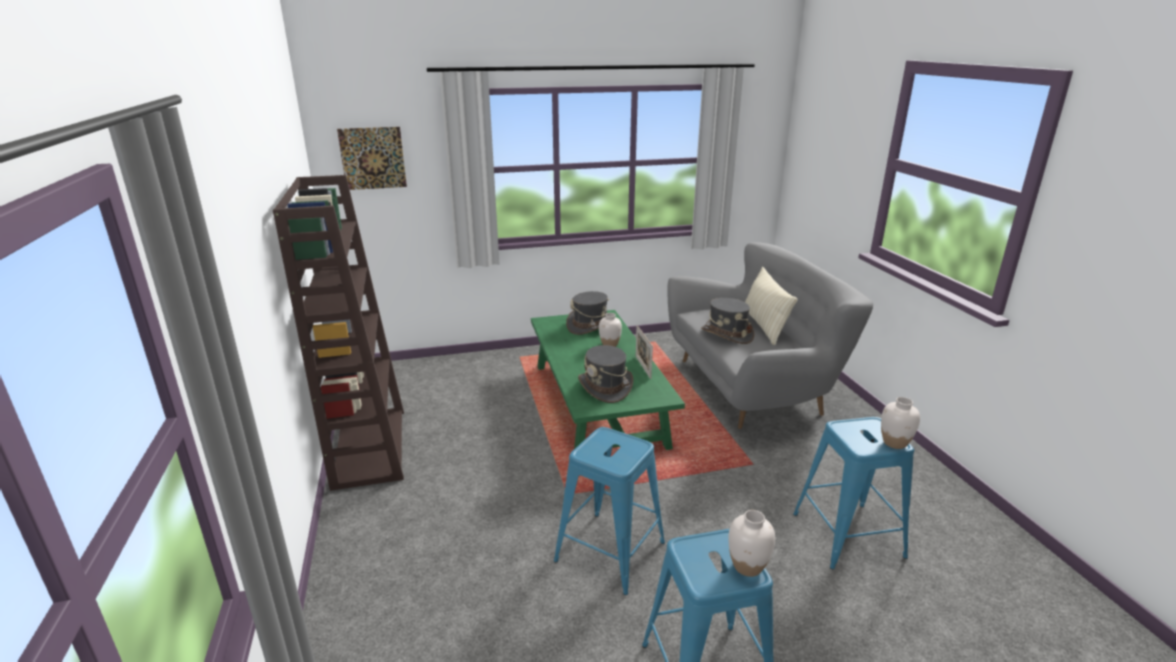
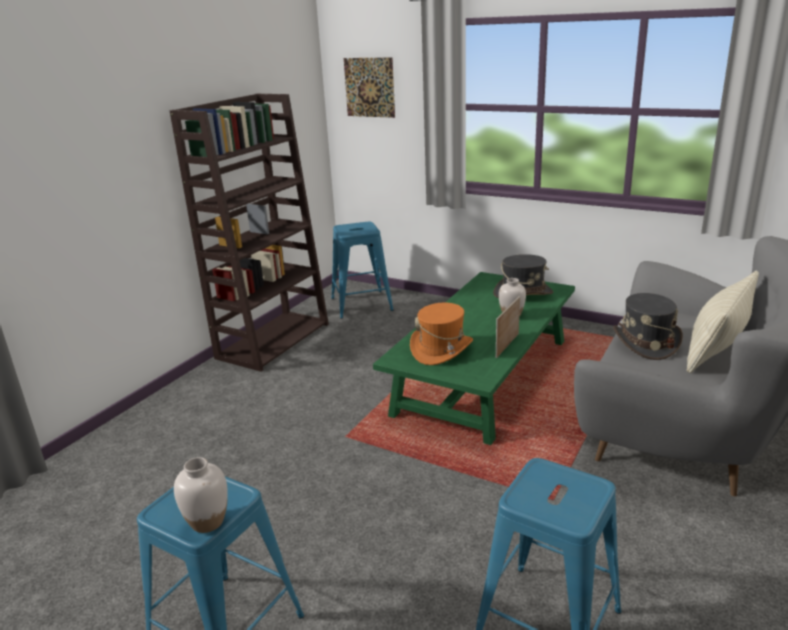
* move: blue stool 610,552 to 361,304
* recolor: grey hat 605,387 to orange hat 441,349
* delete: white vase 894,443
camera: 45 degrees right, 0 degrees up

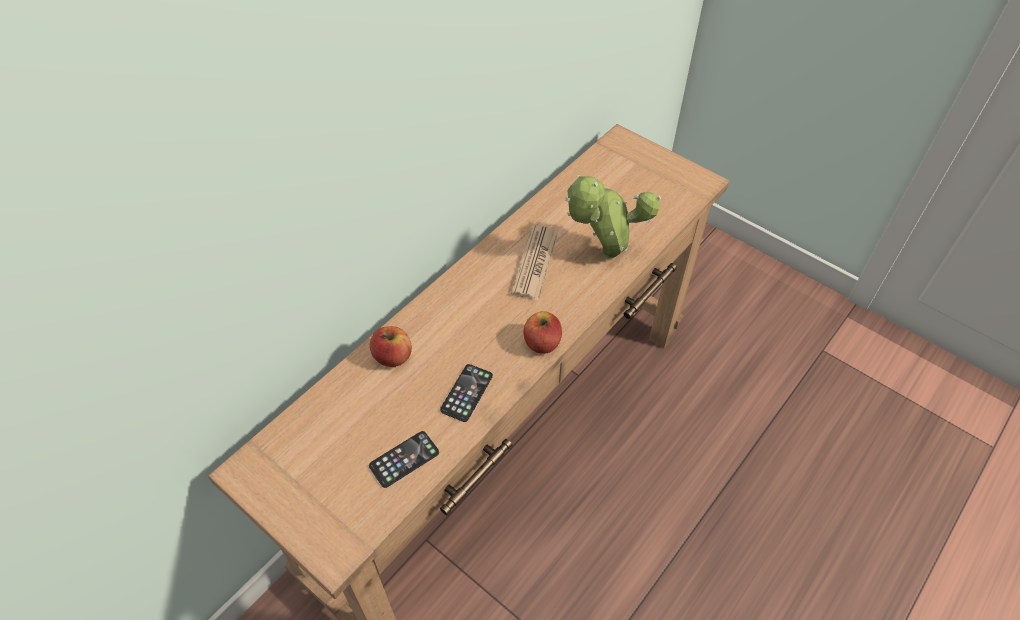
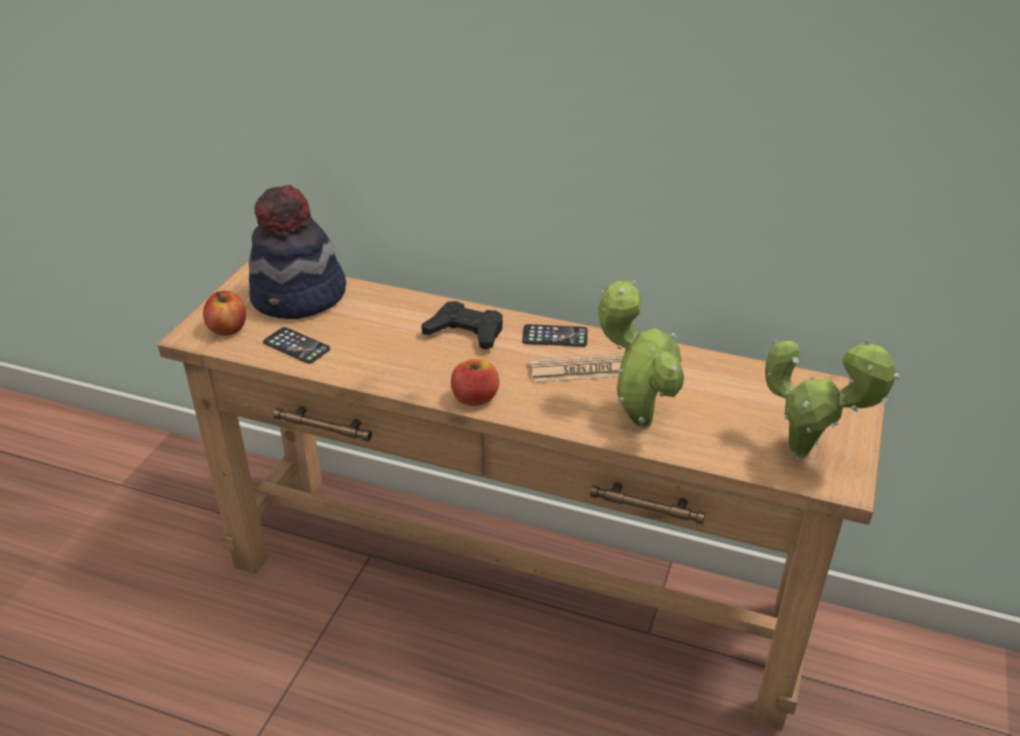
* move: apple 393,356 to 228,329
* move: phone 466,393 to 555,336
* insert: hat 299,298
* insert: black game controller 465,332
* insert: potted plant 805,455
camera: 70 degrees right, 15 degrees down

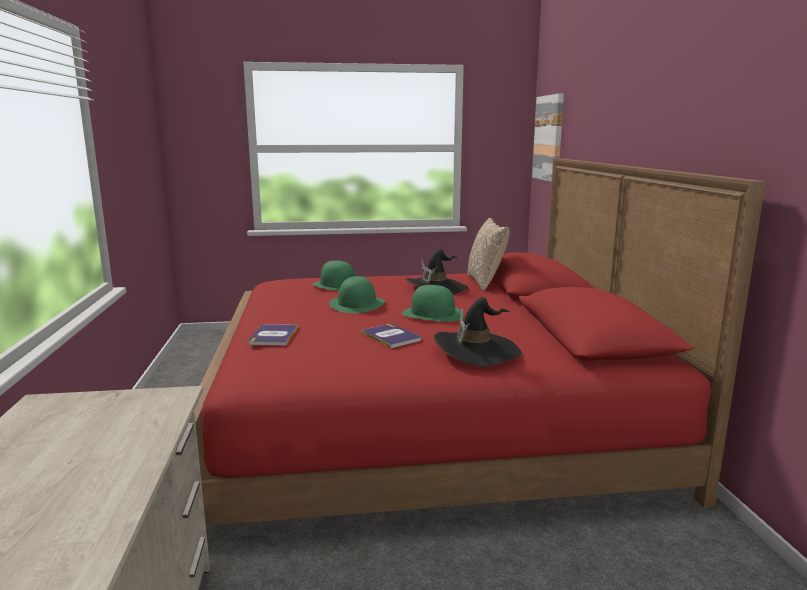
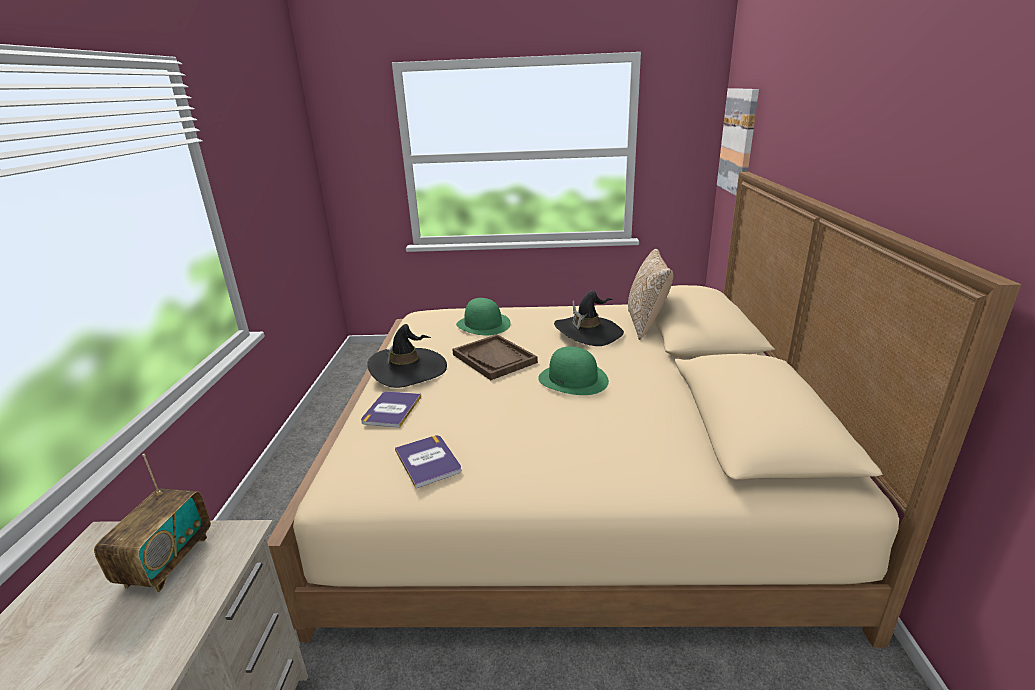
* recolor: red bed 427,416 to beige bed 571,475
* replace: green hat 357,304 to brown tray 494,358
* move: book 391,336 to 428,461
* move: black hat 477,351 to 408,369
* insert: radio 167,561
camera: 10 degrees right, 10 degrees up

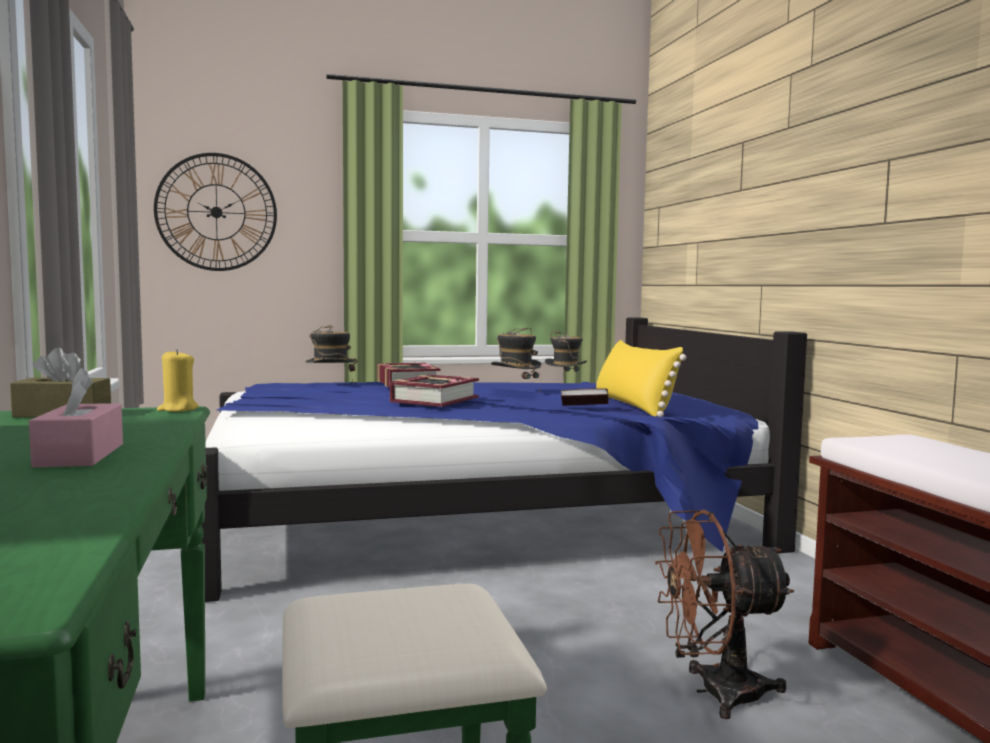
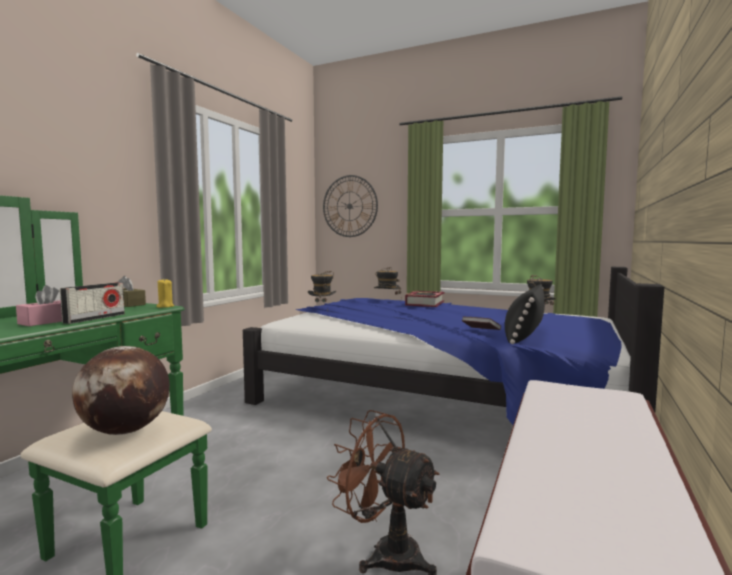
* delete: book 434,400
* move: hat 515,391 to 322,309
* recolor: yellow pillow 633,406 to black pillow 524,334
* insert: radio 95,318
* insert: globe 126,431
camera: 40 degrees right, 0 degrees up

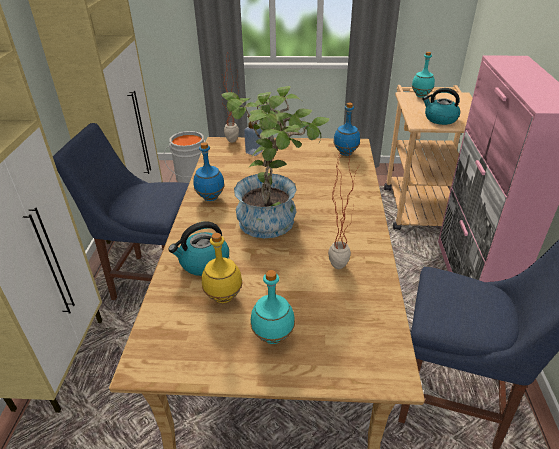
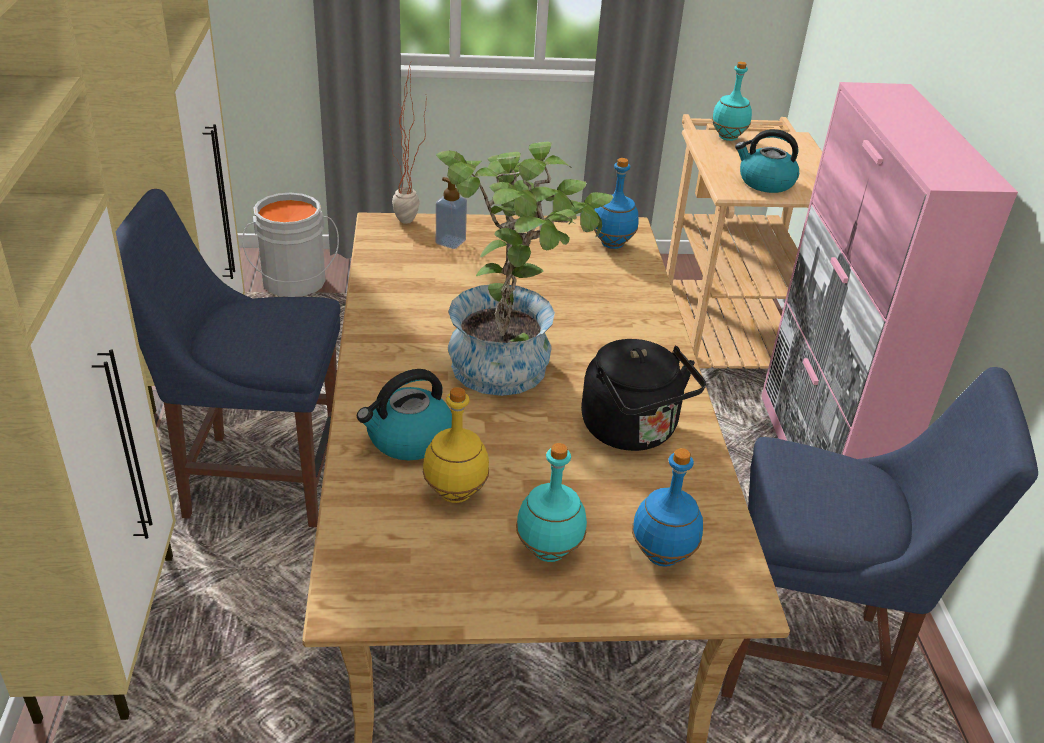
* move: blue bottle 210,197 to 661,555
* replace: potted plant 339,262 to black kettle 633,431
camera: 10 degrees left, 0 degrees up

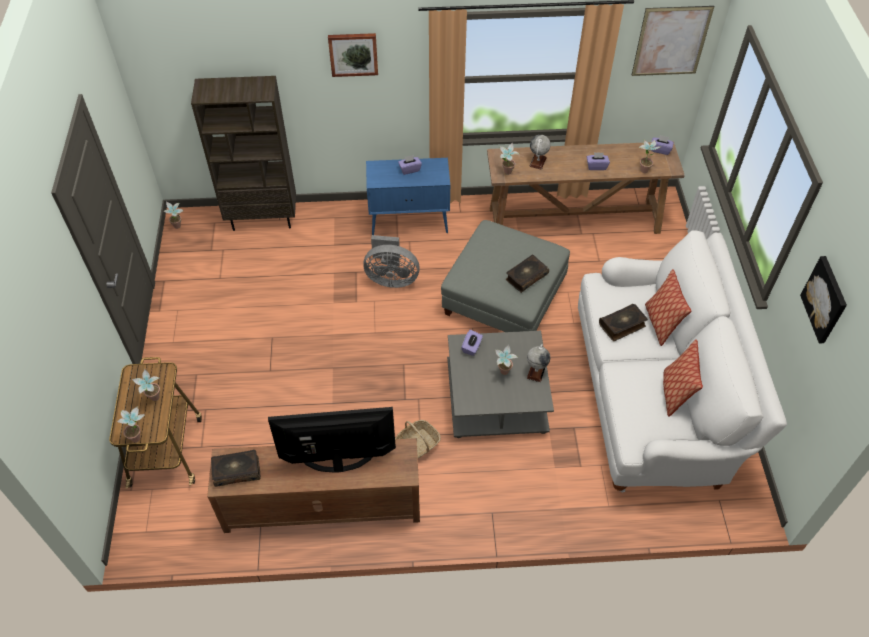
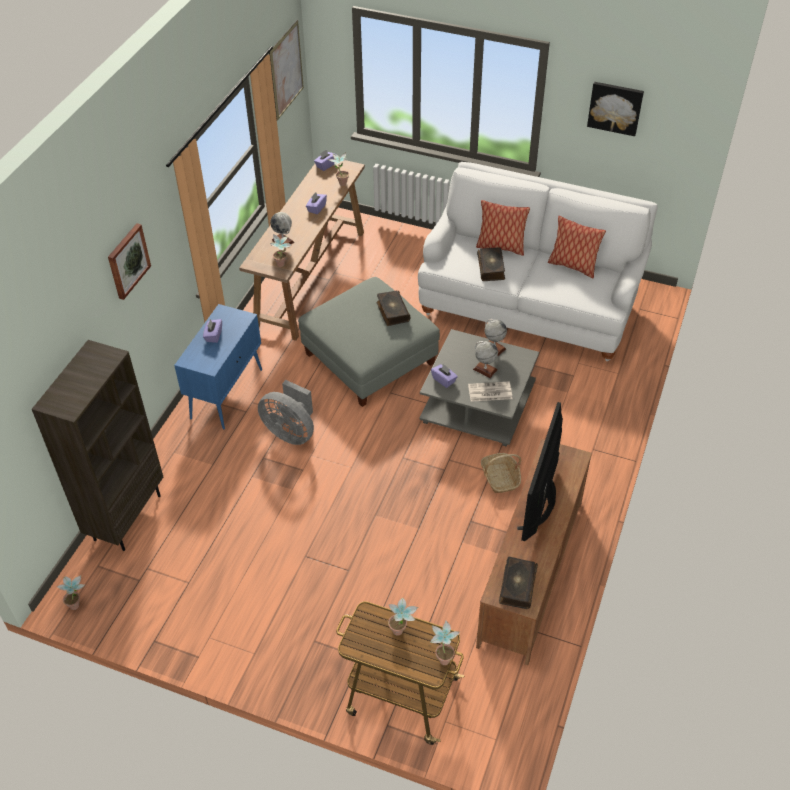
* rotate: grey fan 391,278 = 291,432 90 degrees clockwise
* replace: potted plant 503,374 to globe 485,369
* insert: newspaper 489,392
camera: 65 degrees left, 5 degrees down

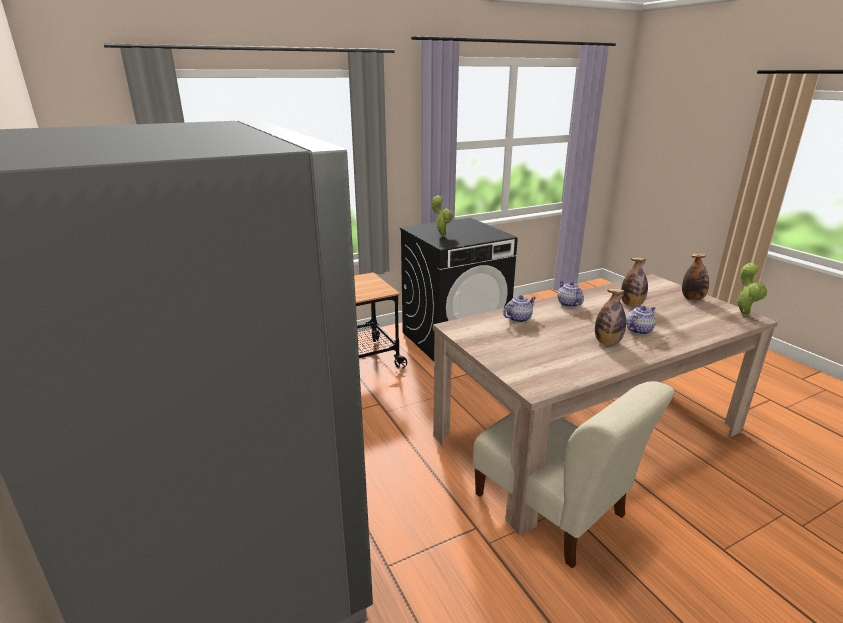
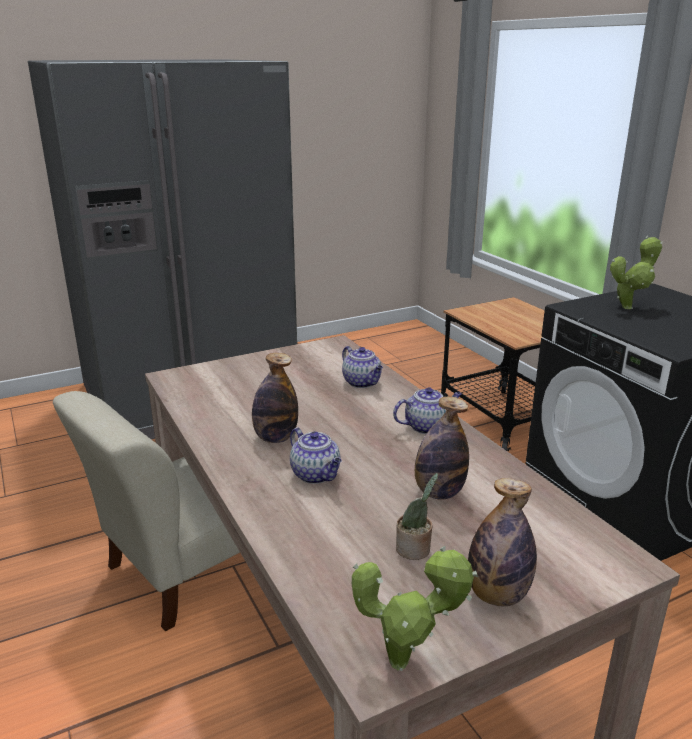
* insert: potted plant 415,550
camera: 90 degrees right, 0 degrees up

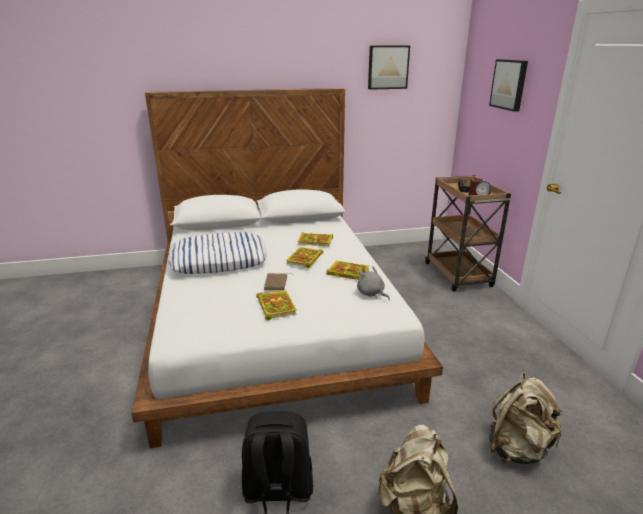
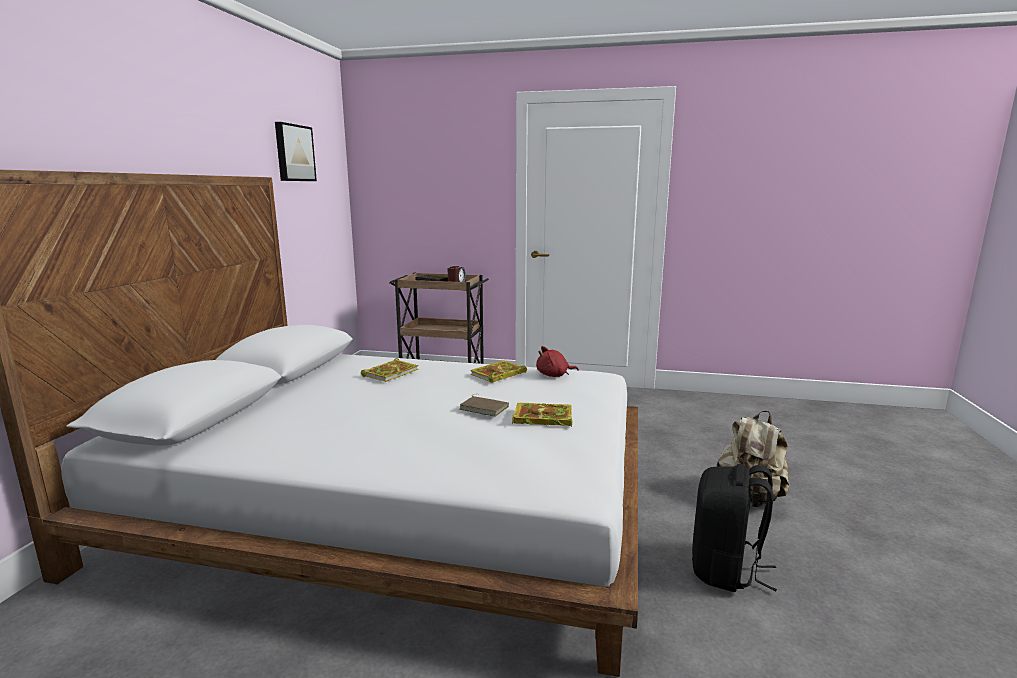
* delete: pillow 219,260
* delete: book 304,260
* recolor: grey plush toy 371,294 to red plush toy 554,375
* delete: picture 509,84
* delete: beige backpack 517,448
camera: 65 degrees left, 10 degrees down

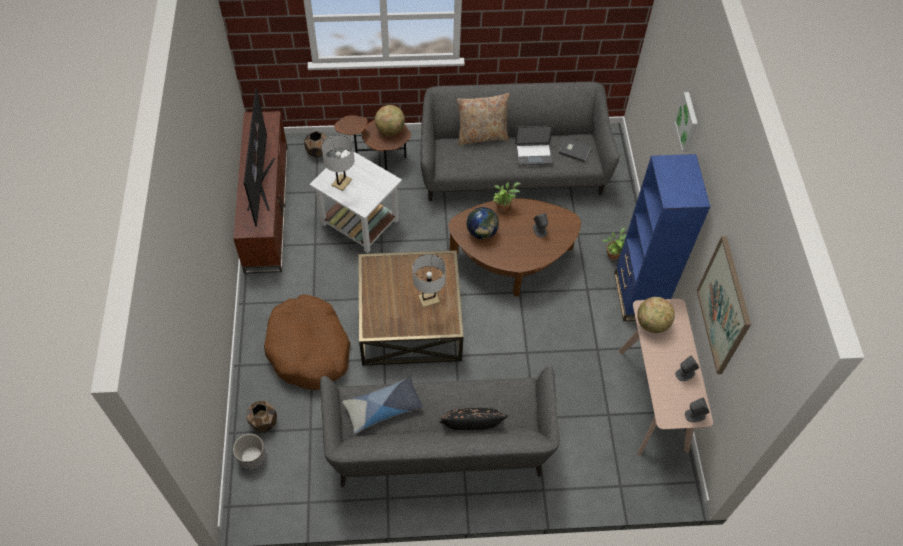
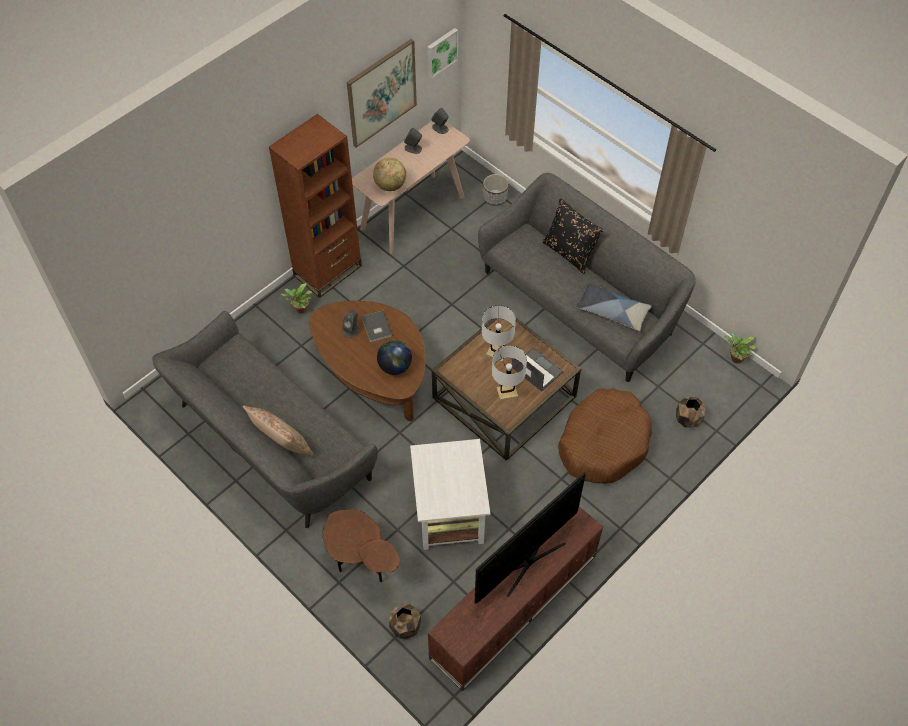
* move: planter 252,457 to 495,198
* move: white table lamp 341,182 to 507,392
* delete: globe 390,130
* move: potted plant 503,206 to 735,358
* move: laptop 534,154 to 536,369
* move: grey book 574,150 to 376,327
* recolor: blue bookcase 637,296 to brown bookcase 328,271
* move: picture 688,122 to 441,52
camera: 130 degrees left, 0 degrees up

